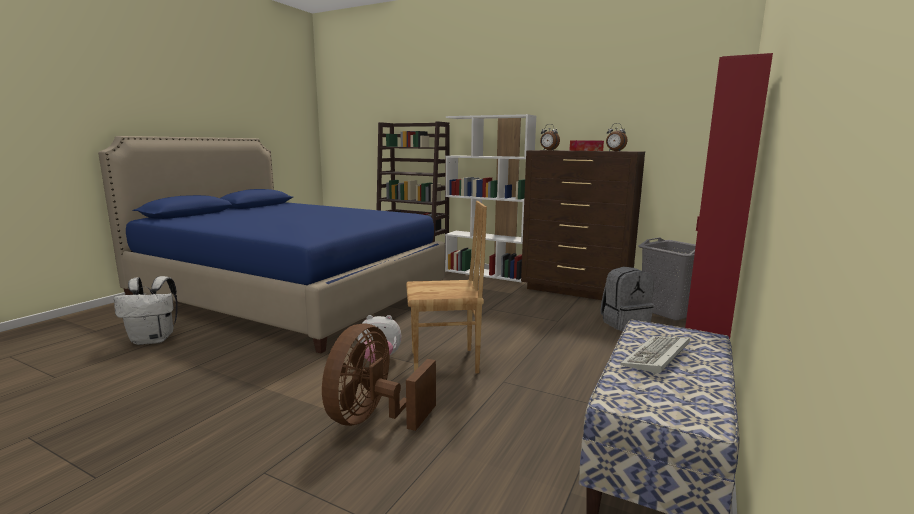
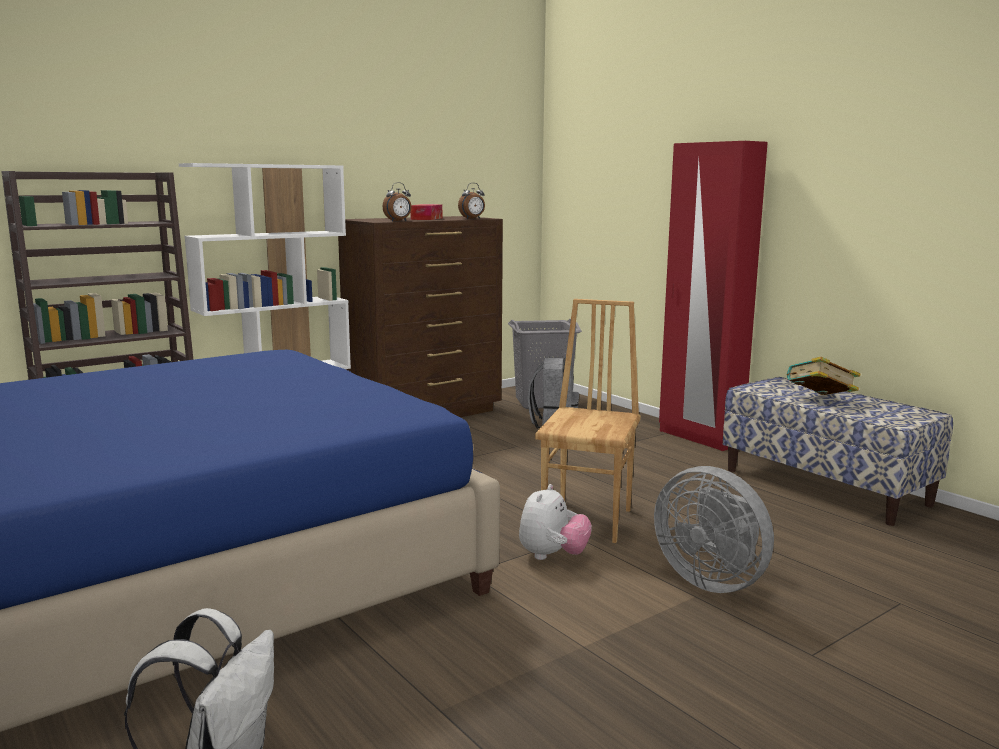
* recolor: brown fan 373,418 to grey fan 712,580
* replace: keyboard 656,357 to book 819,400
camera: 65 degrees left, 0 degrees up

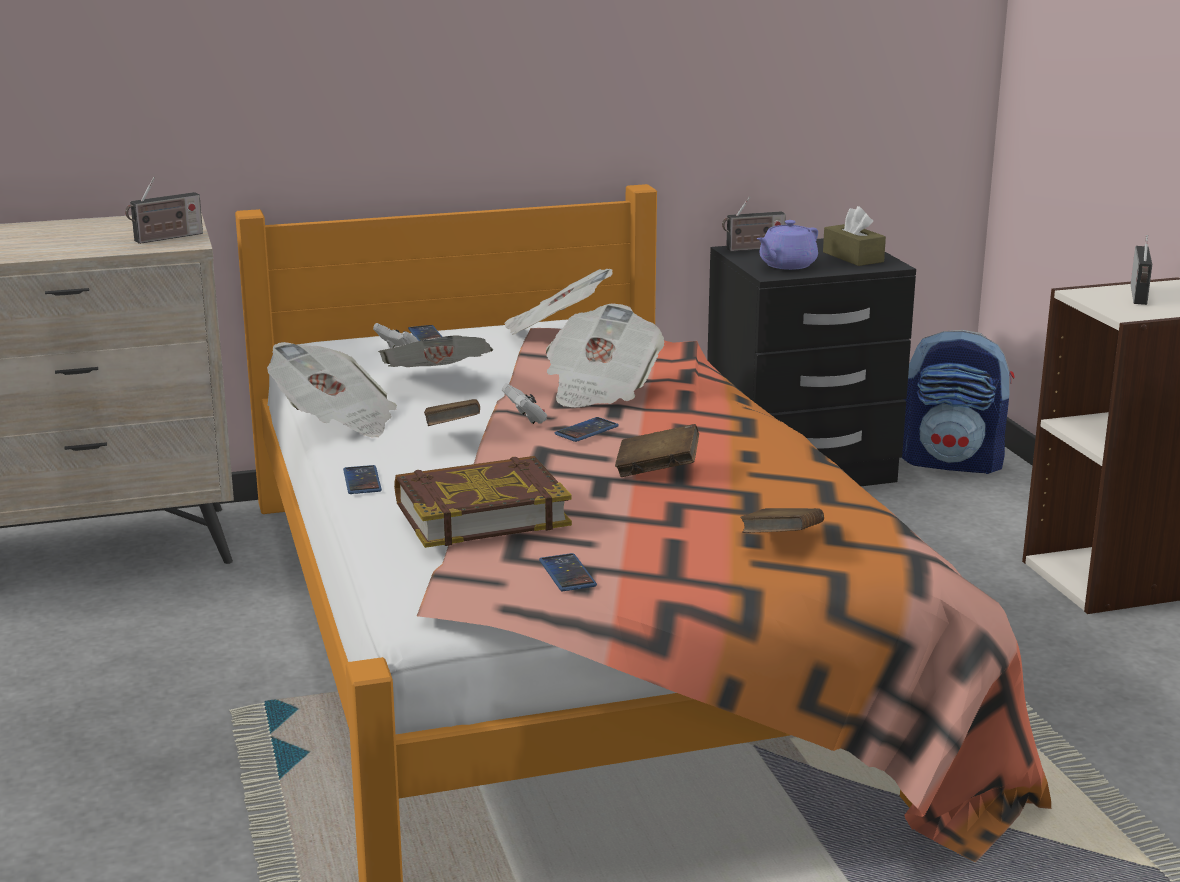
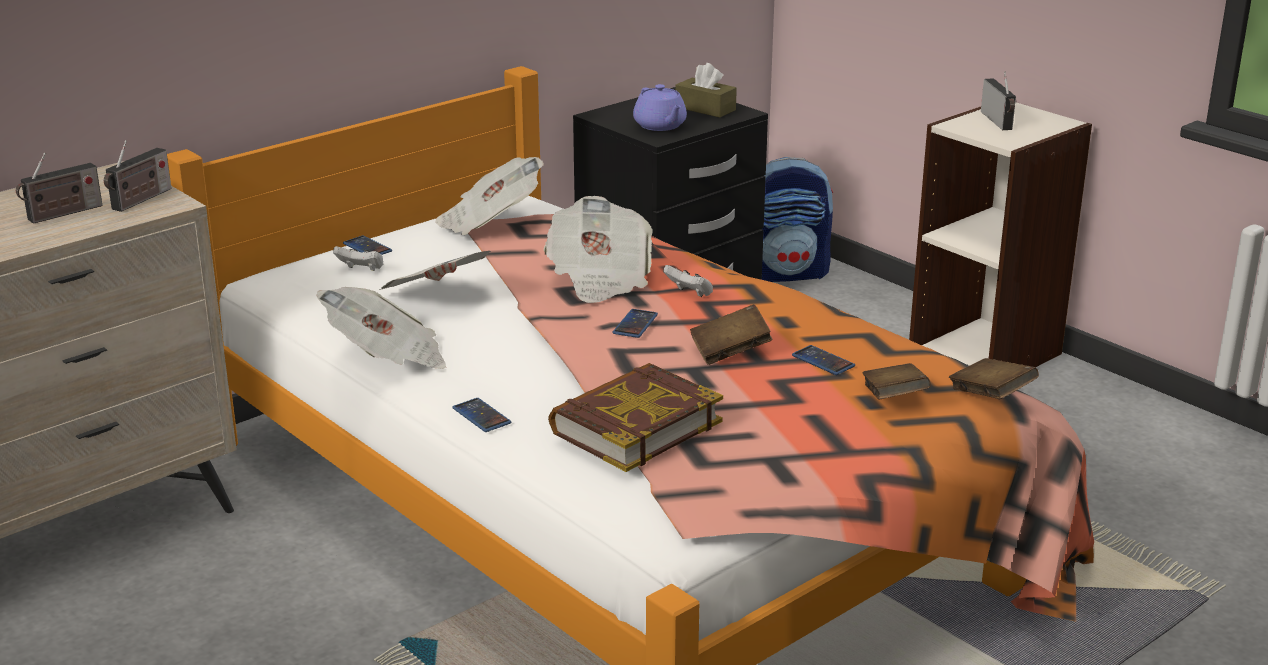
* move: brown book 453,431 to 991,396
* move: white game controller 526,419 to 689,294
* move: phone 567,573 to 823,361
* move: radio 752,248 to 62,214
* rotate: purple teapot 786,265 = 660,126 45 degrees counterclockwise
camera: 25 degrees left, 5 degrees up

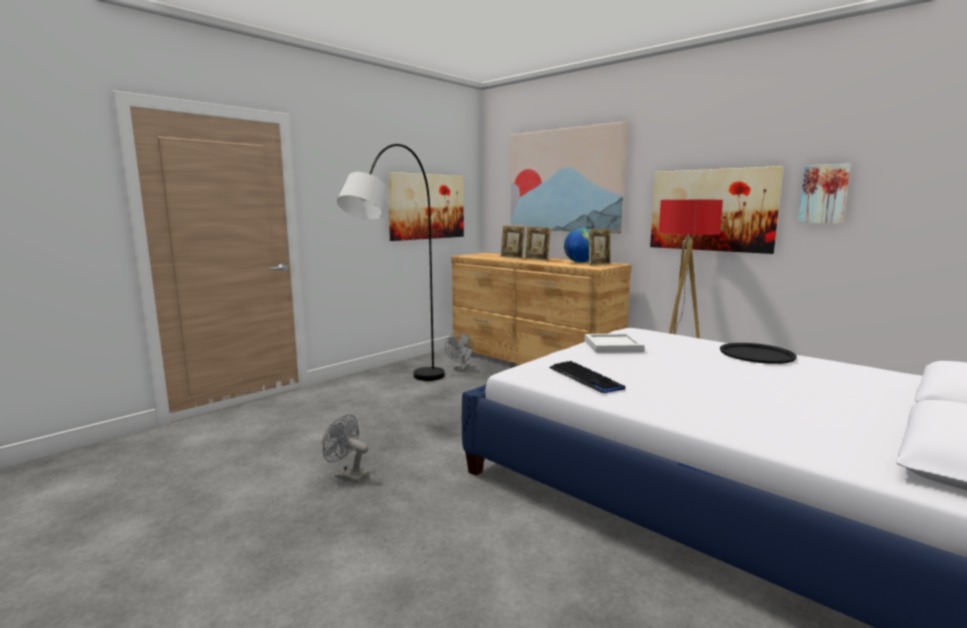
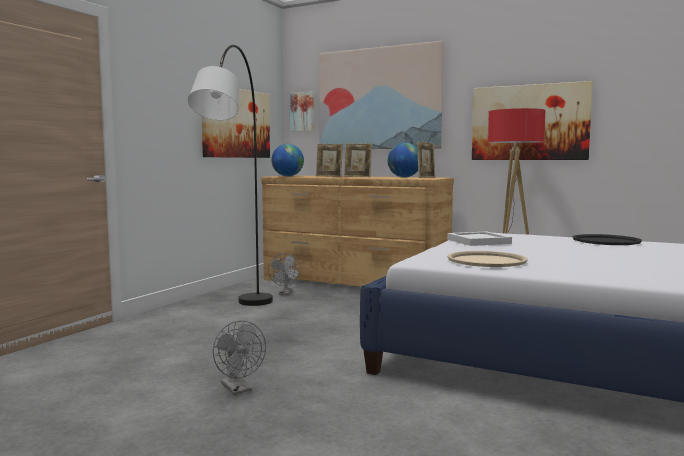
* rotate: grey fan 347,476 = 238,389 135 degrees counterclockwise
* replace: keyboard 585,378 to beige tray 486,260
* move: picture 824,194 to 302,112
* insert: globe 287,176
camera: 15 degrees left, 5 degrees down

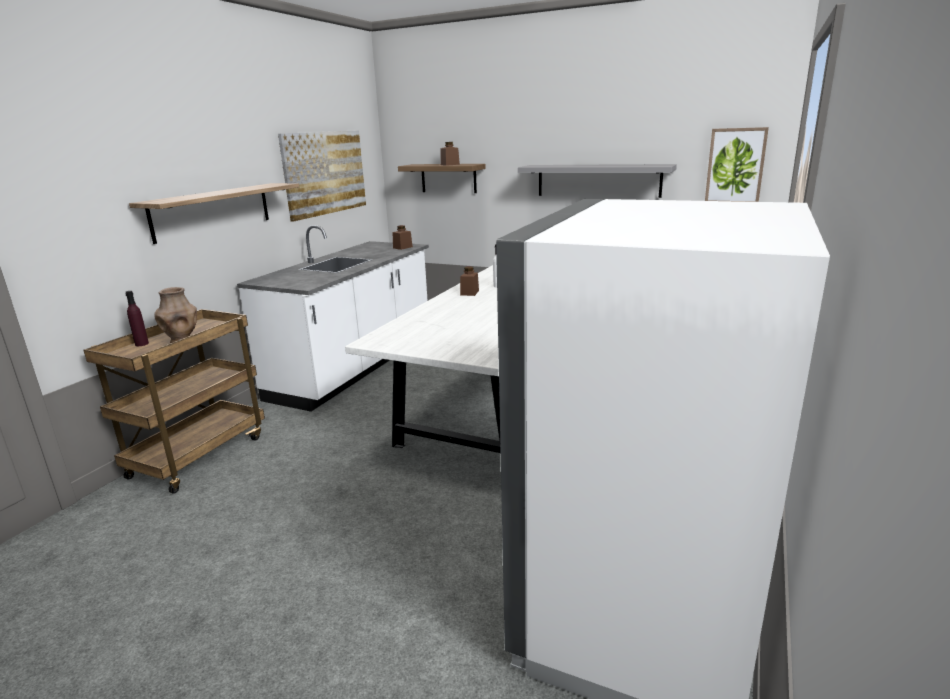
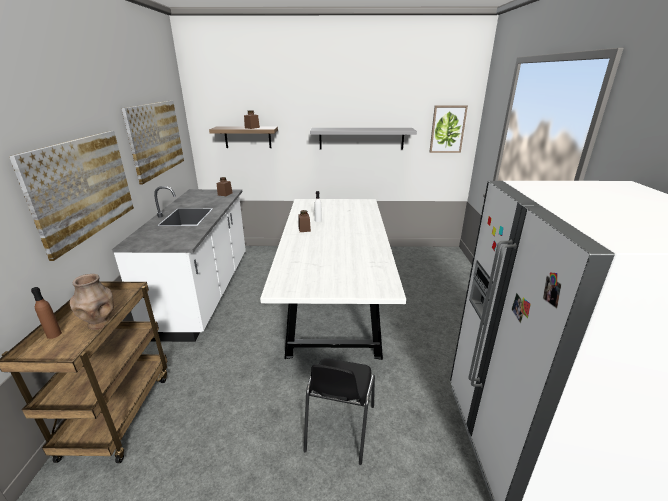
* recolor: purple bottle 142,344 to brown bottle 54,334
* replace: shelf 212,211 to picture 83,188
* insert: black chair 339,428
camera: 25 degrees left, 5 degrees up

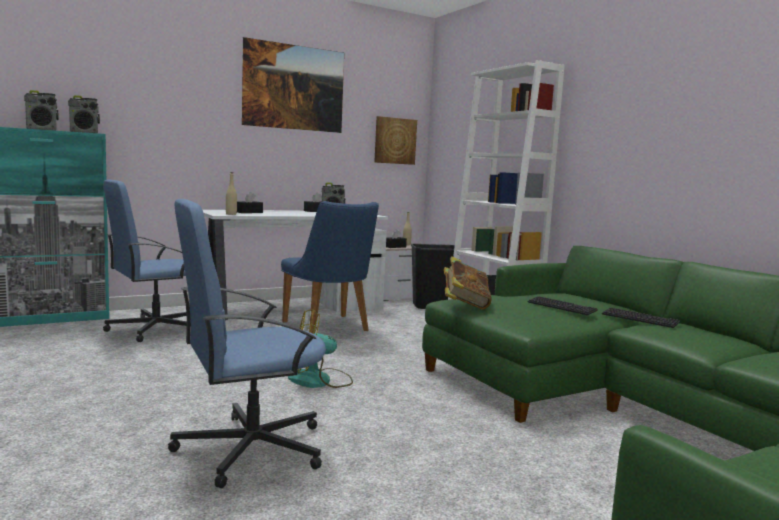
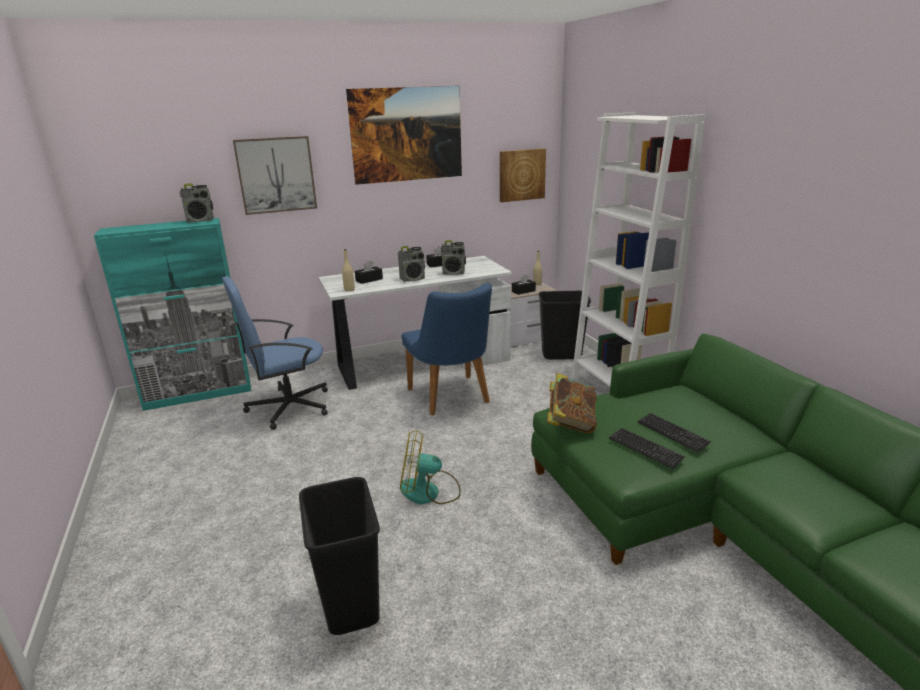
* move: radio 42,129 to 413,279
* replace: blue office chair 249,449 to black trash can 349,604
* move: keyboard 639,319 to 645,449
* insert: picture 276,175
camera: 10 degrees right, 15 degrees up

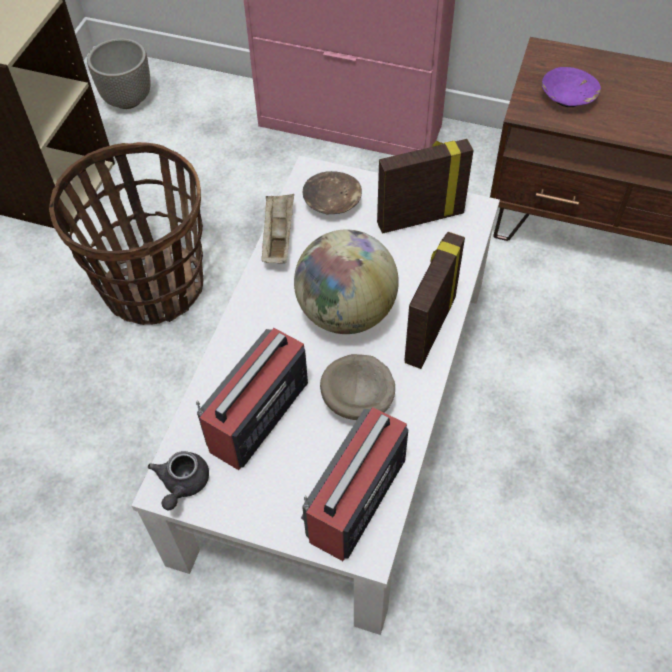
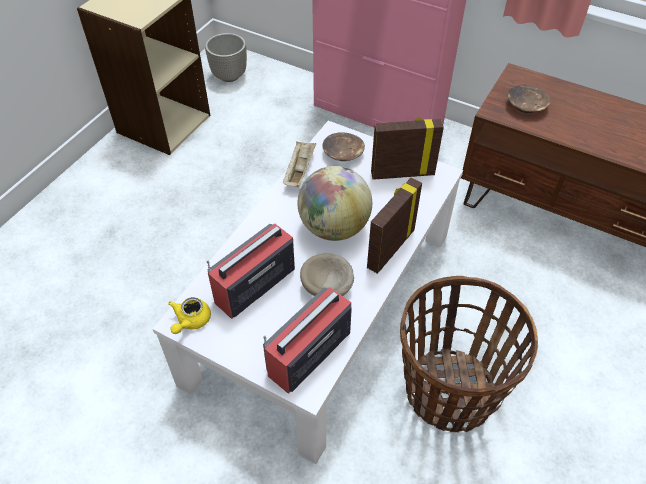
* move: basket 152,286 to 448,391
* recolor: grey teapot 182,484 to yellow teapot 190,321
* recolor: purple bowl 568,97 to brown bowl 526,106
camera: 10 degrees right, 5 degrees down

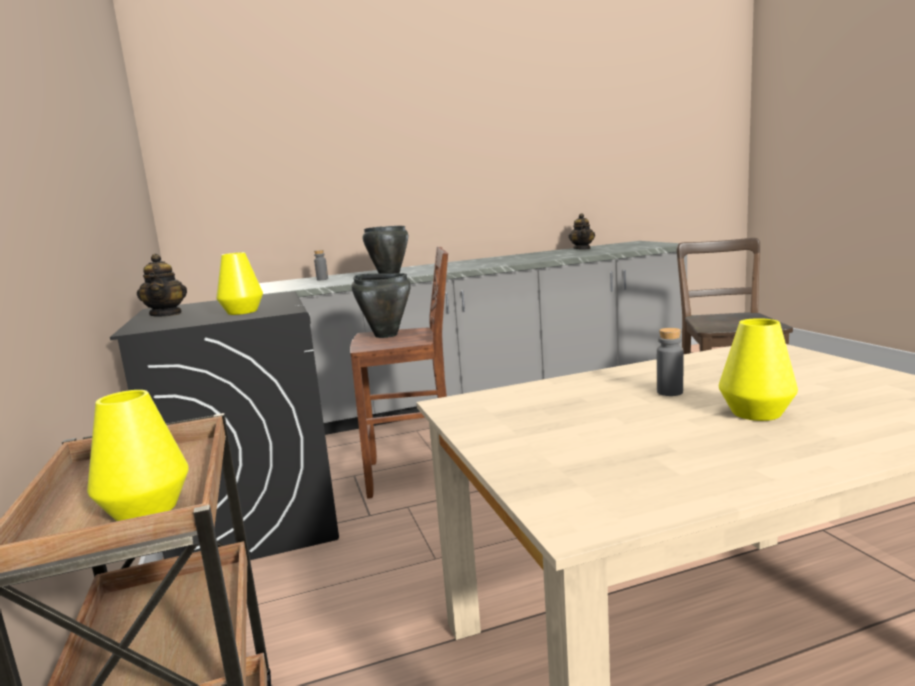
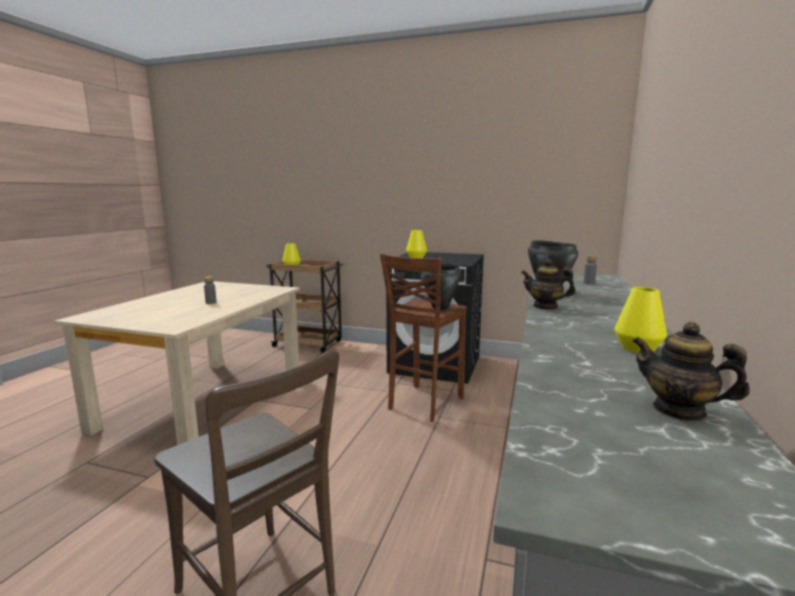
* move: teapot 167,314 to 545,306
* move: yellow vase 756,413 to 638,348
camera: 125 degrees right, 0 degrees up

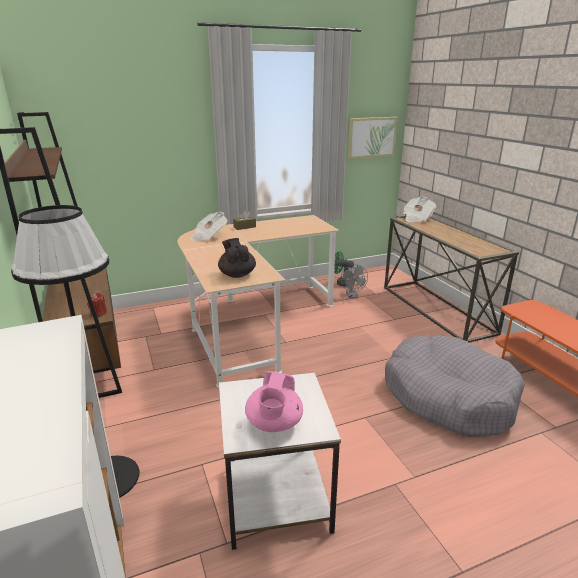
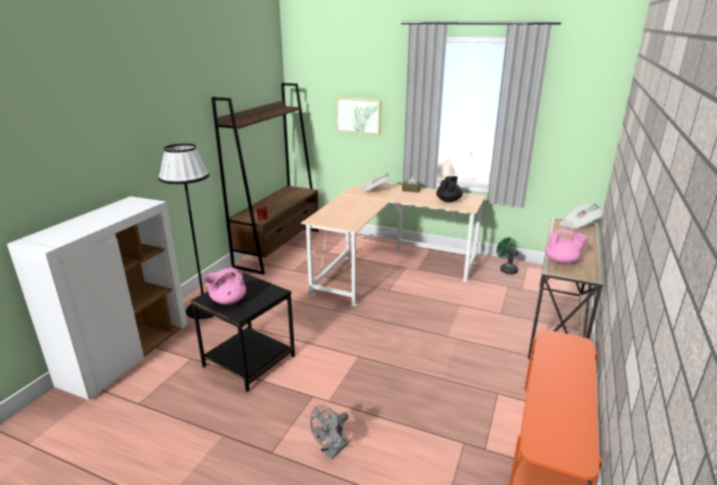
* move: black teapot 237,274 to 448,200
* recolor: white side table 274,498 to black side table 249,360
* move: grey fan 352,296 to 332,451
* move: picture 371,137 to 358,115
* delete: grey dog bed 448,397
* insert: pink teapot 561,261
camera: 45 degrees right, 0 degrees up

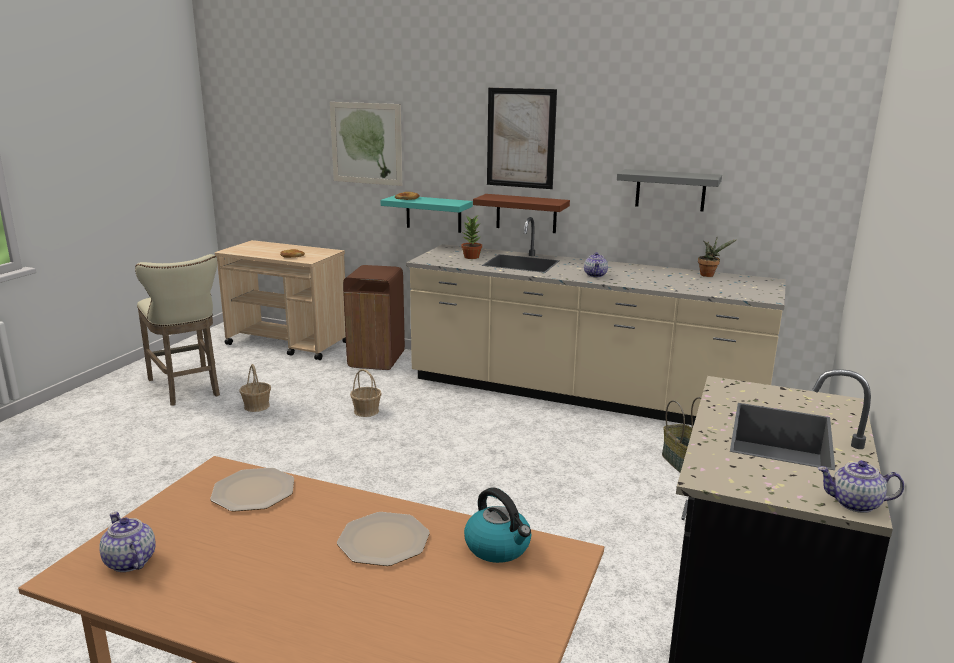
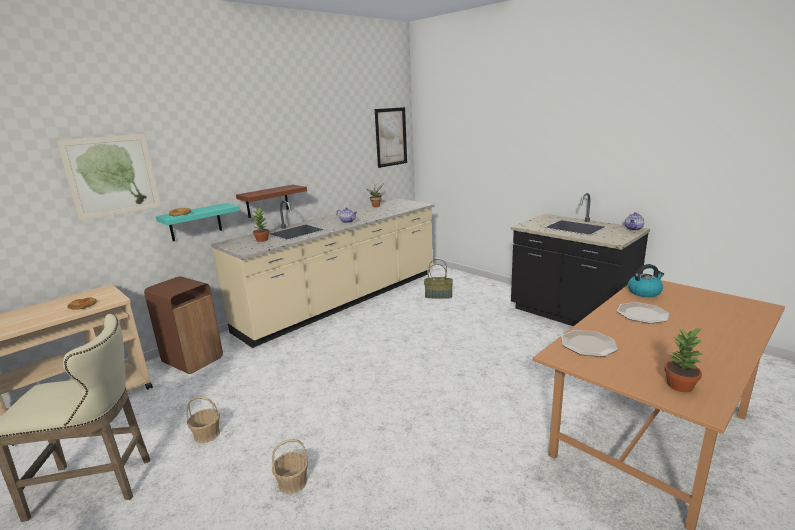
* replace: teapot 129,561 to potted plant 680,386
* move: basket 366,411 to 292,482
* move: picture 521,138 to 391,137
* delete: grey shelf 670,190
camera: 65 degrees left, 0 degrees up

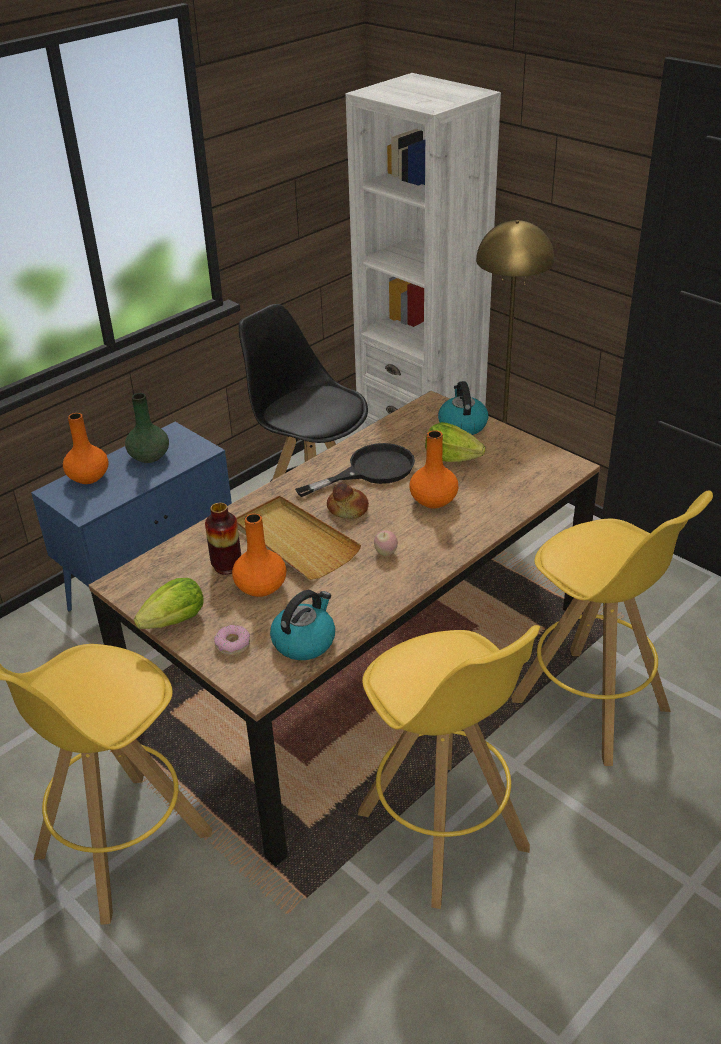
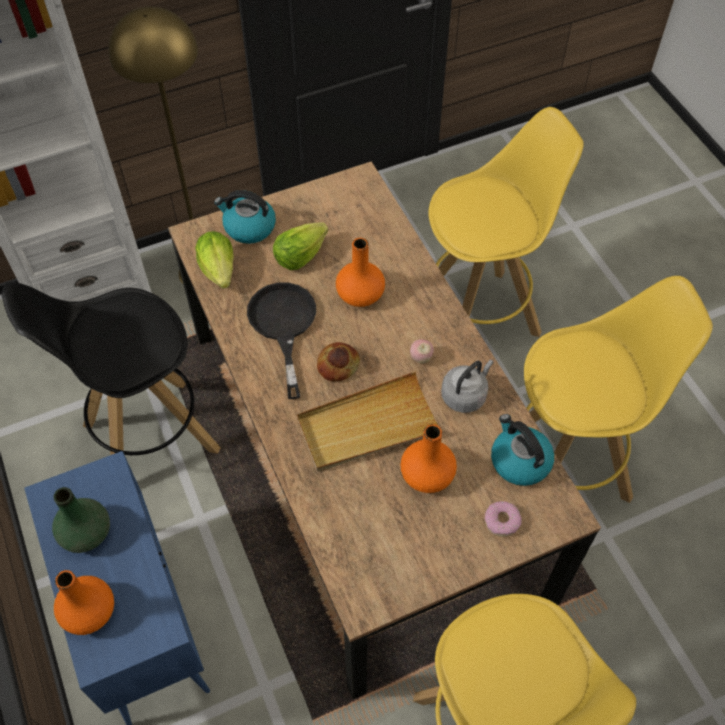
* move: lettuce 175,621 to 219,270
* delete: vase 227,566
* insert: grey kettle 465,395
camera: 70 degrees left, 20 degrees up

